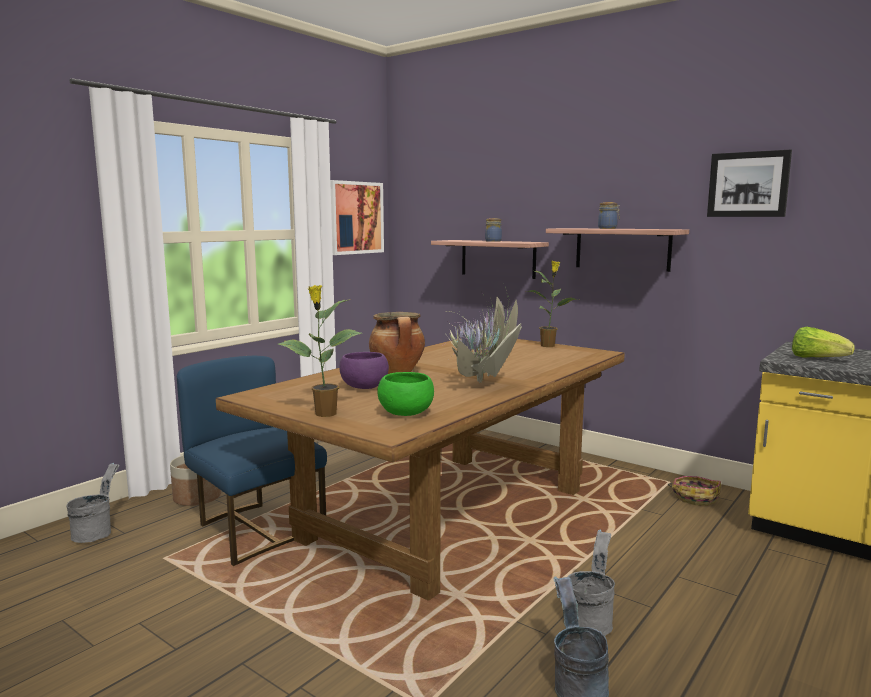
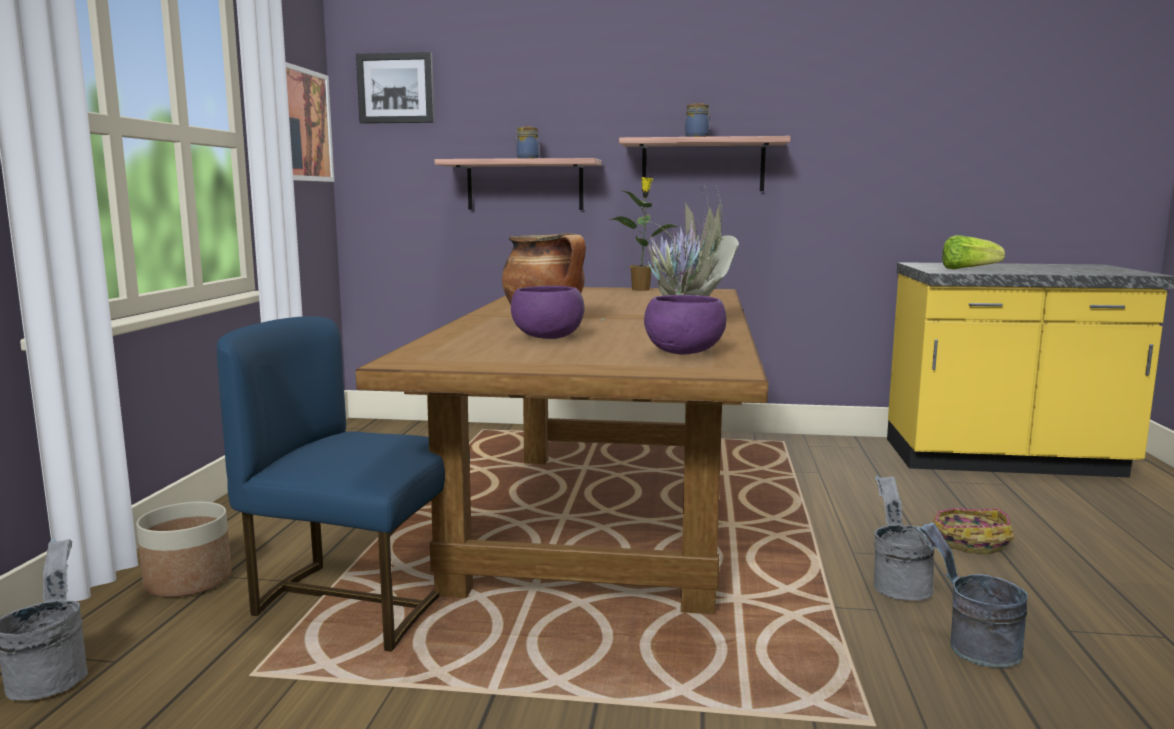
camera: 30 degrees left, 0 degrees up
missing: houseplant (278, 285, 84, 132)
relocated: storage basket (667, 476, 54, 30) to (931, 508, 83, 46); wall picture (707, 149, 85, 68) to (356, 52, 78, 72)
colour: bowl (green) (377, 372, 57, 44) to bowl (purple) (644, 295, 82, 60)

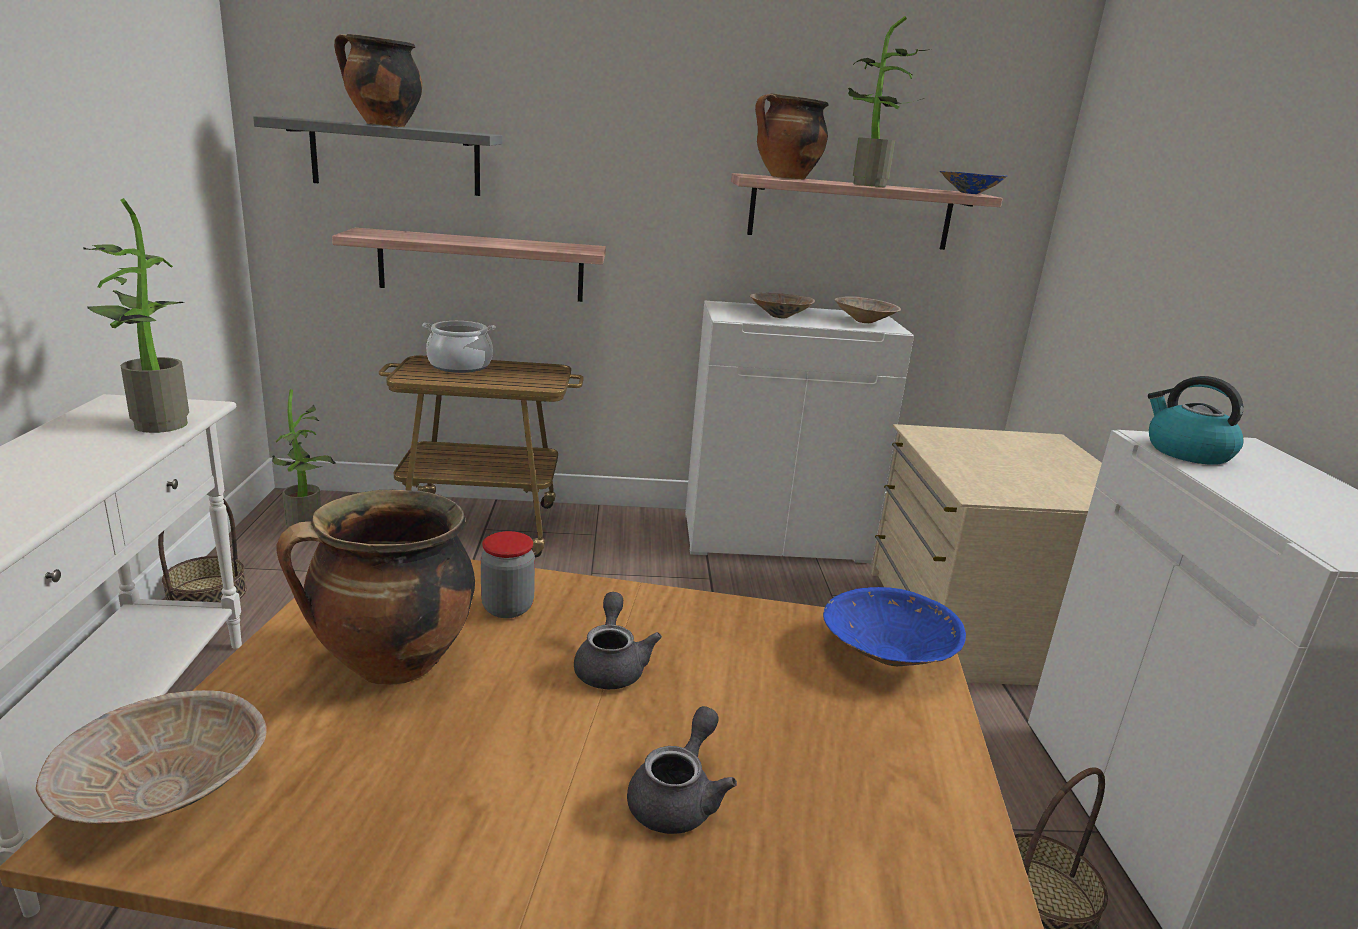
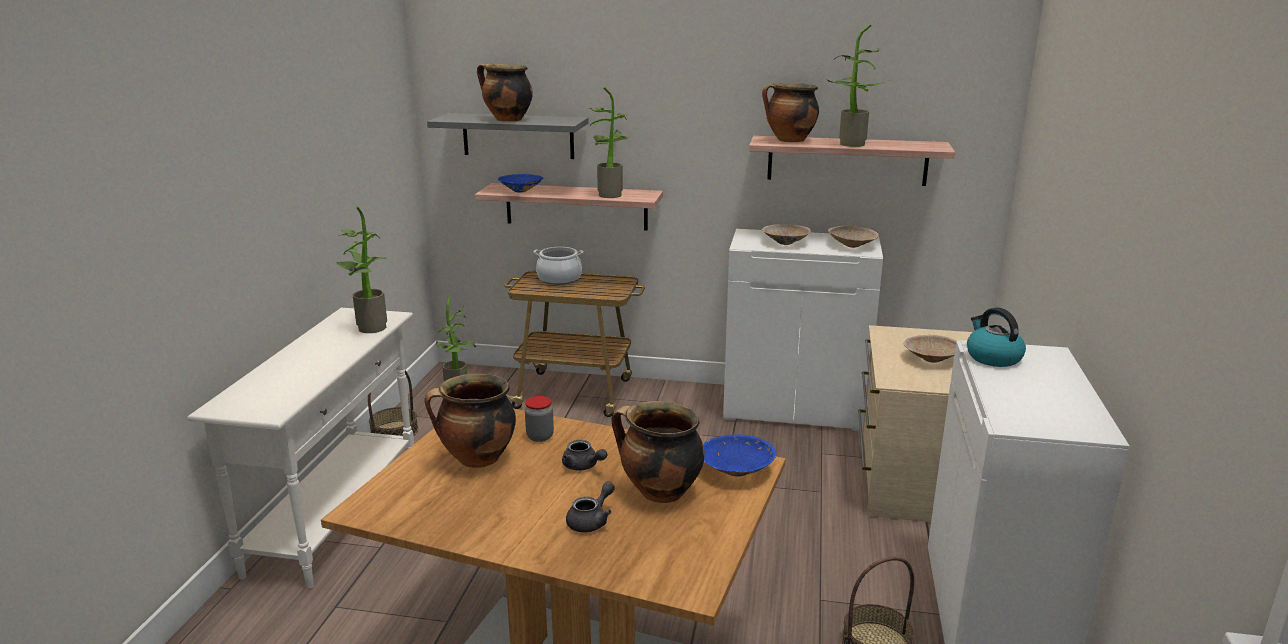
camera: 15 degrees right, 0 degrees up
appeared: houseplant (581, 87, 48, 111); cooking pot (611, 401, 94, 102)
relocated: bowl (sand-coloured) (36, 690, 231, 134) to (904, 335, 52, 28); bowl (bluish) (939, 171, 68, 23) to (498, 174, 45, 19)
spun: tea pot (gray) (574, 592, 88, 98) = (562, 440, 45, 31) 120 degrees clockwise

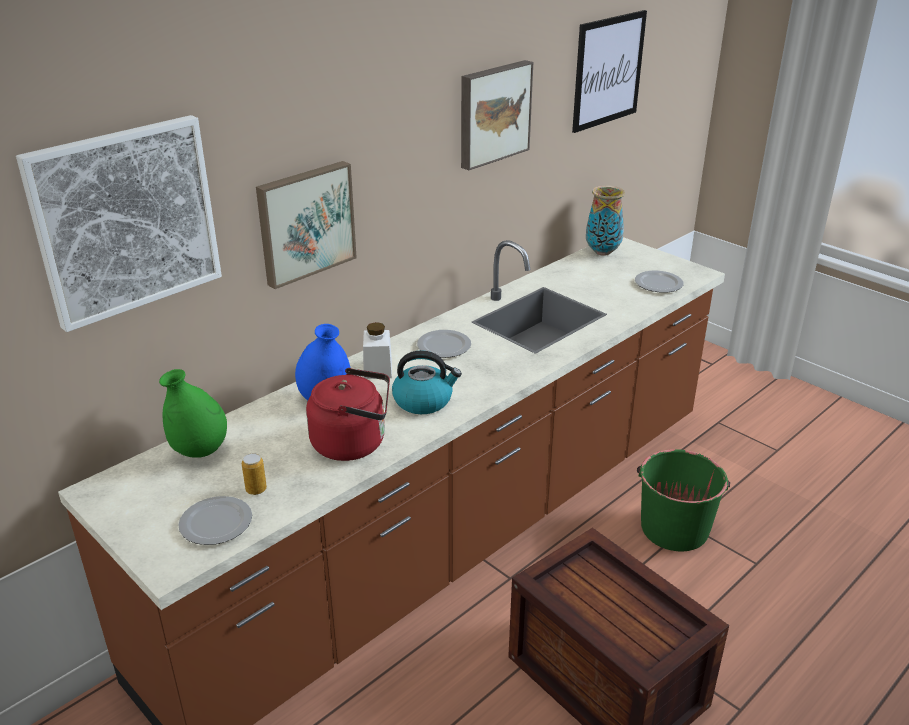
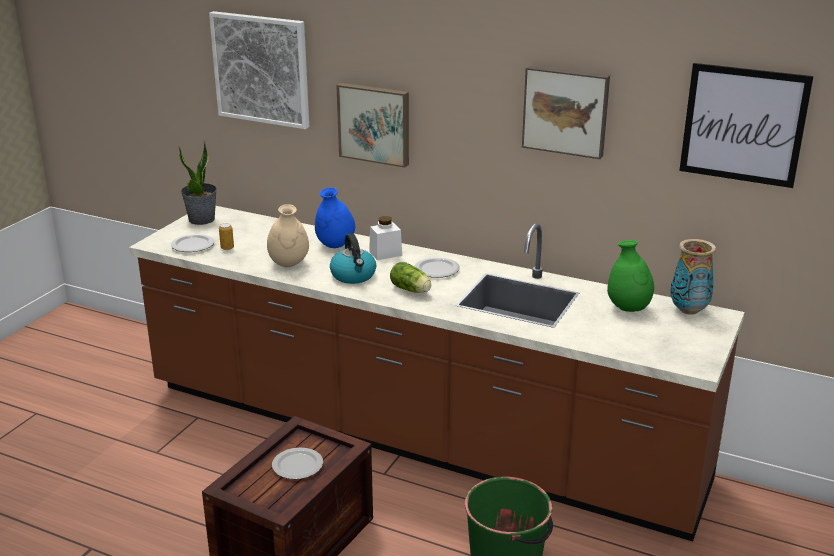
camera: 70 degrees right, 5 degrees down
appeared: houseplant (179, 141, 38, 84); lettuce (390, 262, 41, 31)
relocated: decorative vase (green) (159, 369, 68, 89) to (607, 240, 47, 72); dinner plate (635, 270, 48, 23) to (272, 448, 51, 31)
exchanged: tea kettle (red) (306, 368, 84, 93) to decorative vase (sand-coloured) (267, 204, 42, 63)

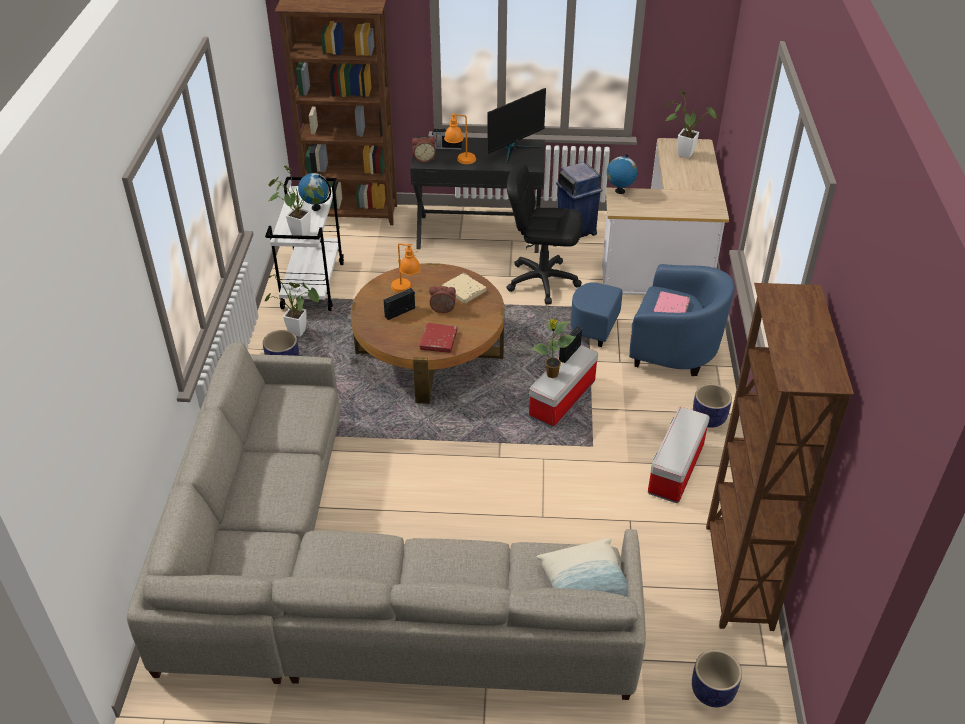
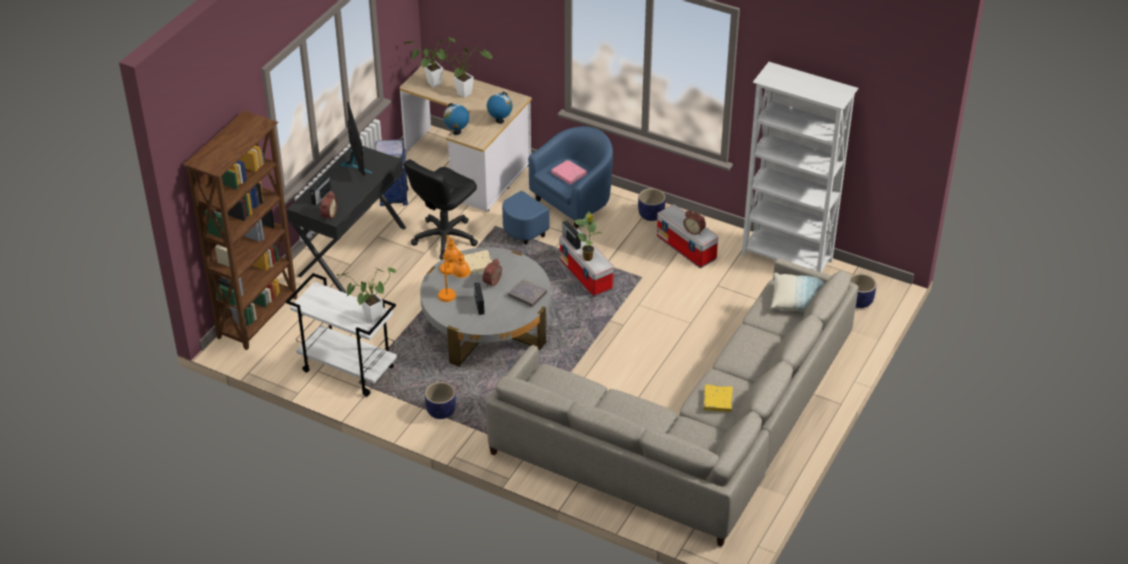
camera: 65 degrees left, 0 degrees up
appeared: bedside clock (683, 211, 23, 24); book (yellowish) (703, 385, 30, 27)
relocated: houseplant (265, 274, 54, 63) to (441, 47, 51, 51); world globe (298, 173, 33, 38) to (487, 91, 25, 33); table lamp (orange) (444, 113, 32, 51) to (440, 235, 19, 40)
colour: low table (brown-coloured) (351, 263, 154, 141) to low table (gray) (420, 247, 131, 120); book (red) (420, 323, 37, 30) to book (gray) (508, 279, 39, 28); bookshelf (brown-coloured) (706, 283, 148, 348) to bookshelf (whitish) (742, 62, 117, 211)

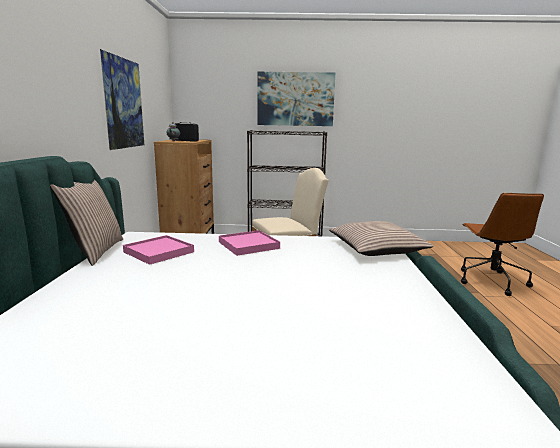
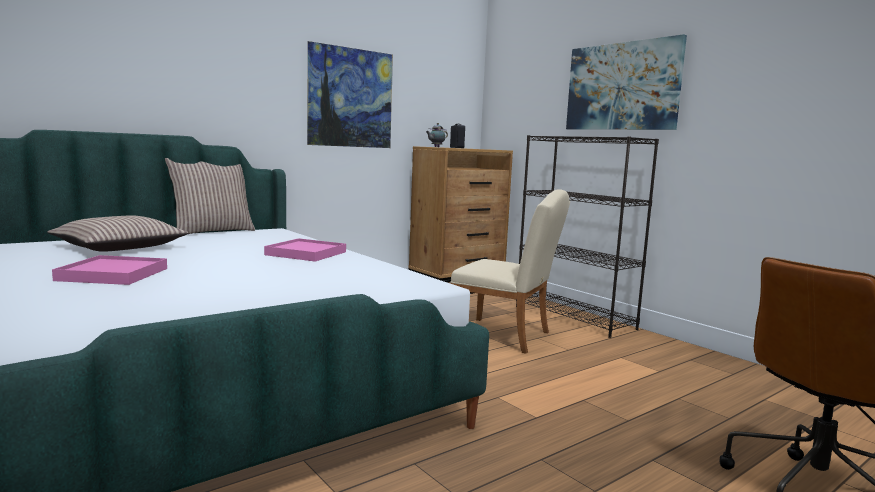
camera: 50 degrees right, 5 degrees down
relocated: carrying tray (pink-coloured) (123, 235, 71, 30) to (52, 255, 115, 30); pillow (329, 221, 105, 35) to (47, 215, 142, 37)

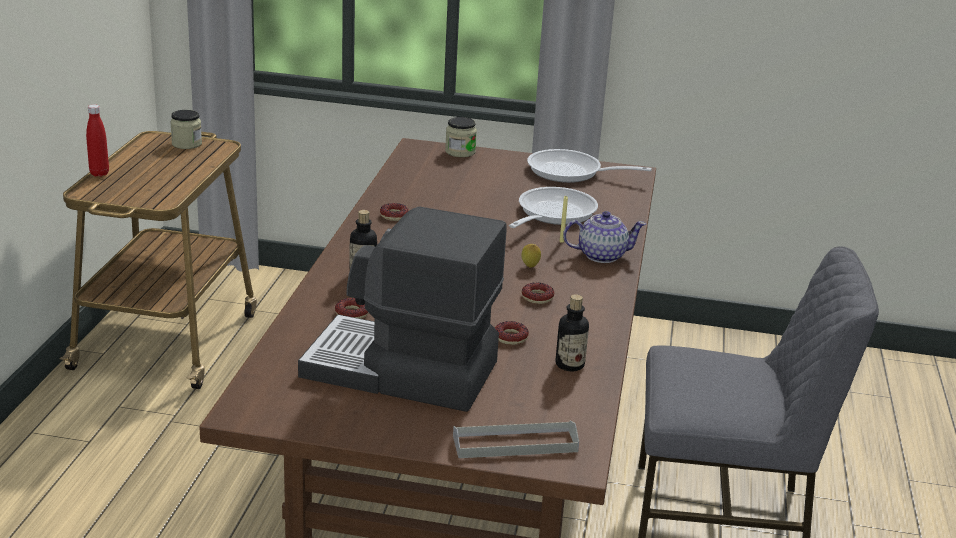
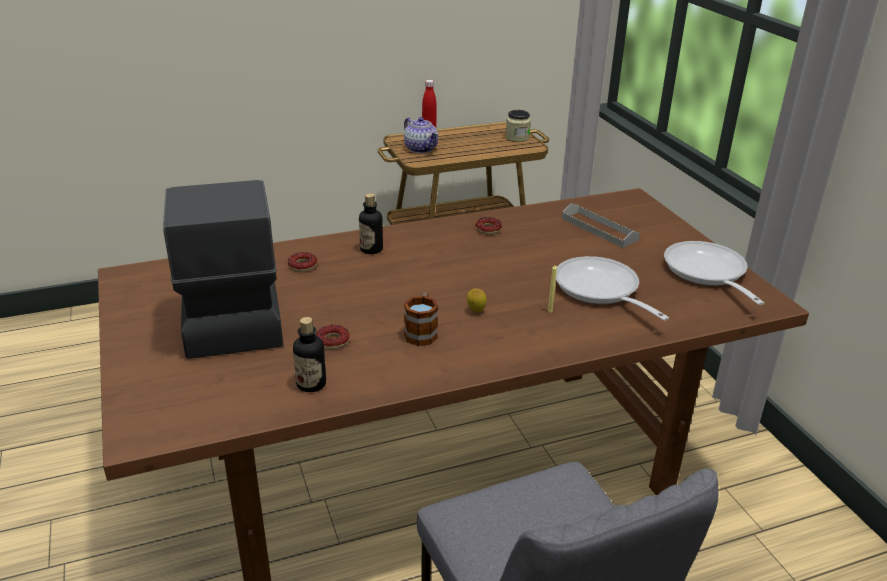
camera: 60 degrees right, 5 degrees up
missing: preserve jar (445, 117, 32, 40)
relocated: carrying tray (gray) (453, 420, 126, 38) to (562, 203, 78, 45); tea pot (563, 211, 83, 52) to (404, 117, 35, 36)
exchanged: doughnut (522, 282, 32, 22) to coffee mug (404, 292, 34, 54)
spun: frying pan (509, 187, 89, 41) = (556, 256, 113, 65) 120 degrees counterclockwise

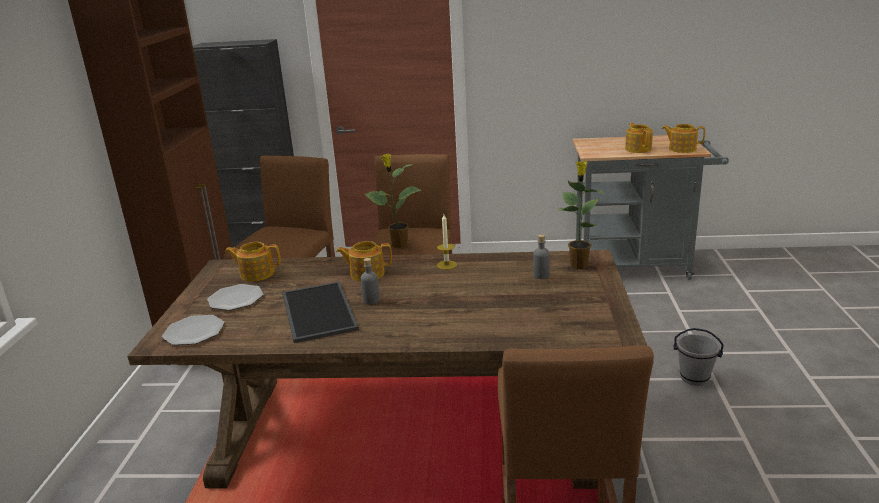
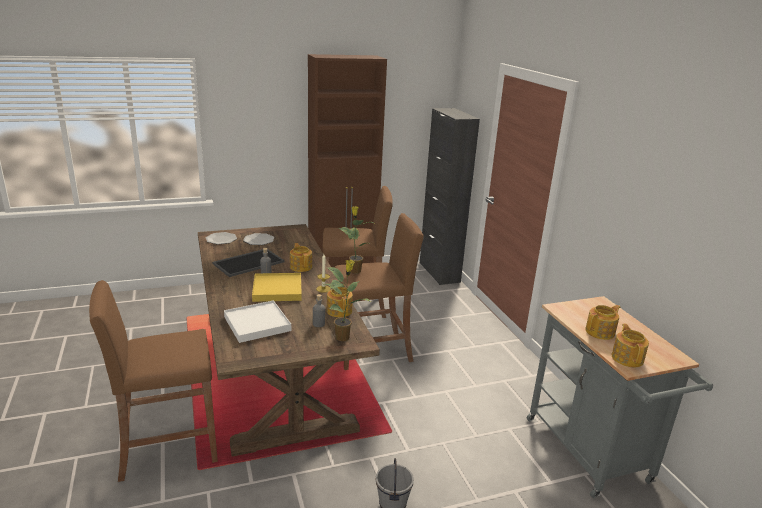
camera: 65 degrees right, 0 degrees up
appeared: carrying tray (whitish) (224, 300, 67, 43); carrying tray (yellowish) (252, 273, 50, 29)
relocated: tea pot (225, 242, 56, 40) to (327, 287, 26, 30)

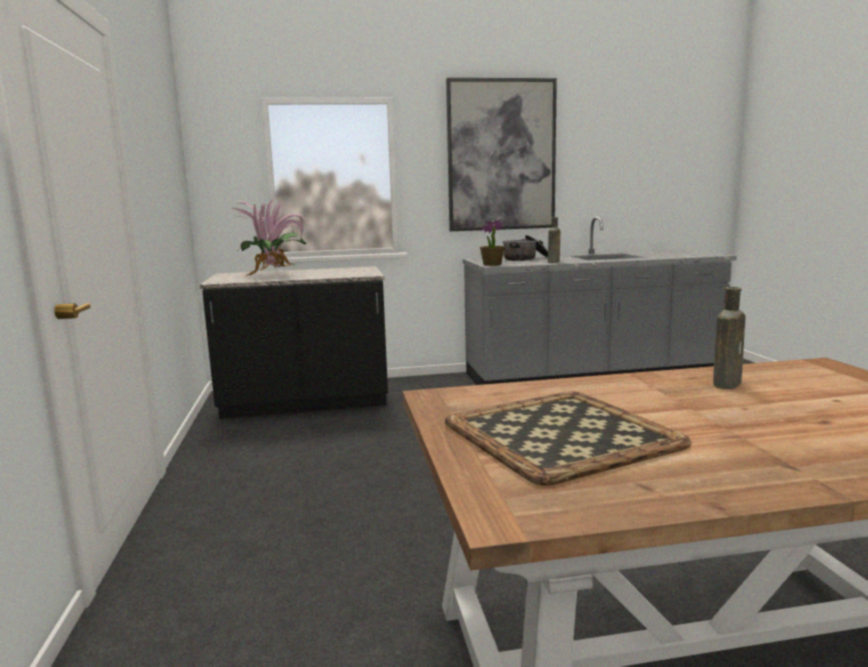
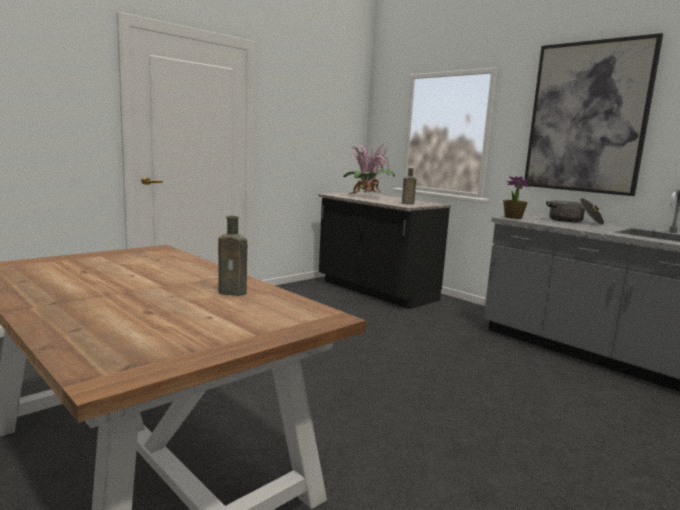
camera: 55 degrees right, 0 degrees up
missing: carrying tray (445, 392, 247, 94)
relocated: beverage bottle (brown-coloured) (548, 217, 12, 46) to (402, 168, 14, 36)

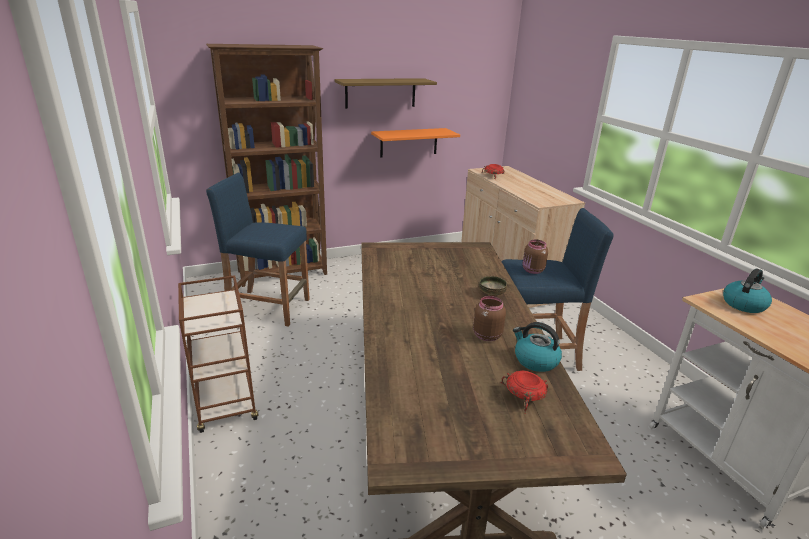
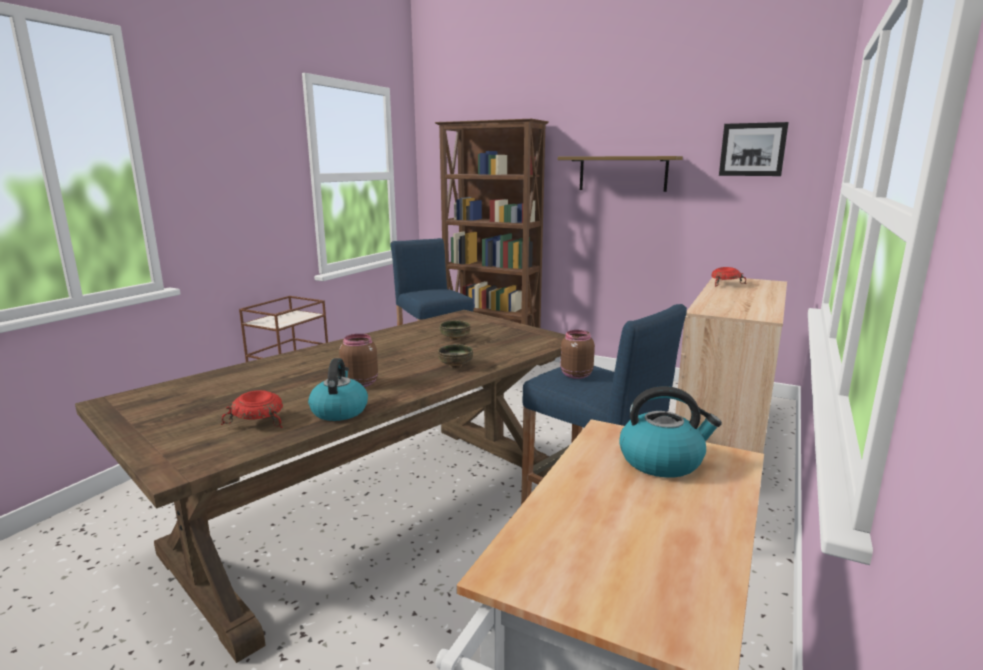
camera: 50 degrees right, 10 degrees down
missing: shelf (orange) (371, 128, 89, 30)
appeared: bowl (440, 320, 30, 20); wall picture (719, 122, 70, 54)

